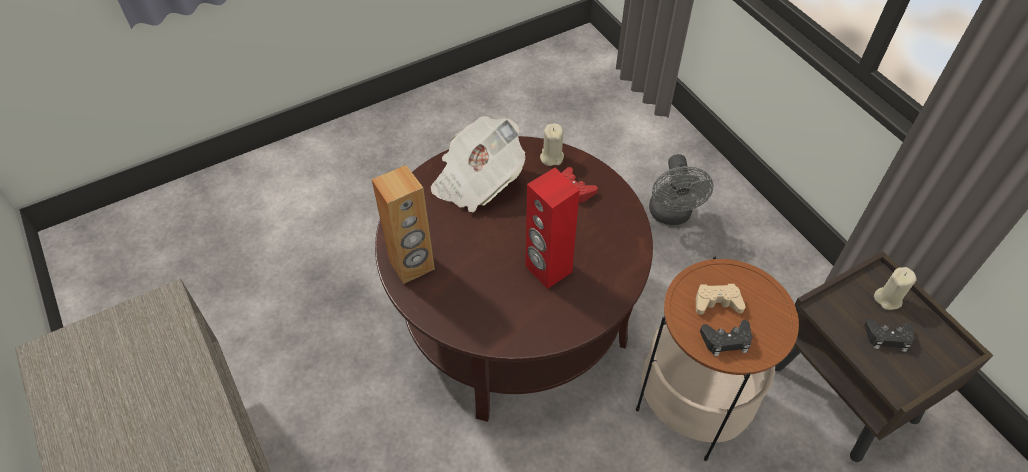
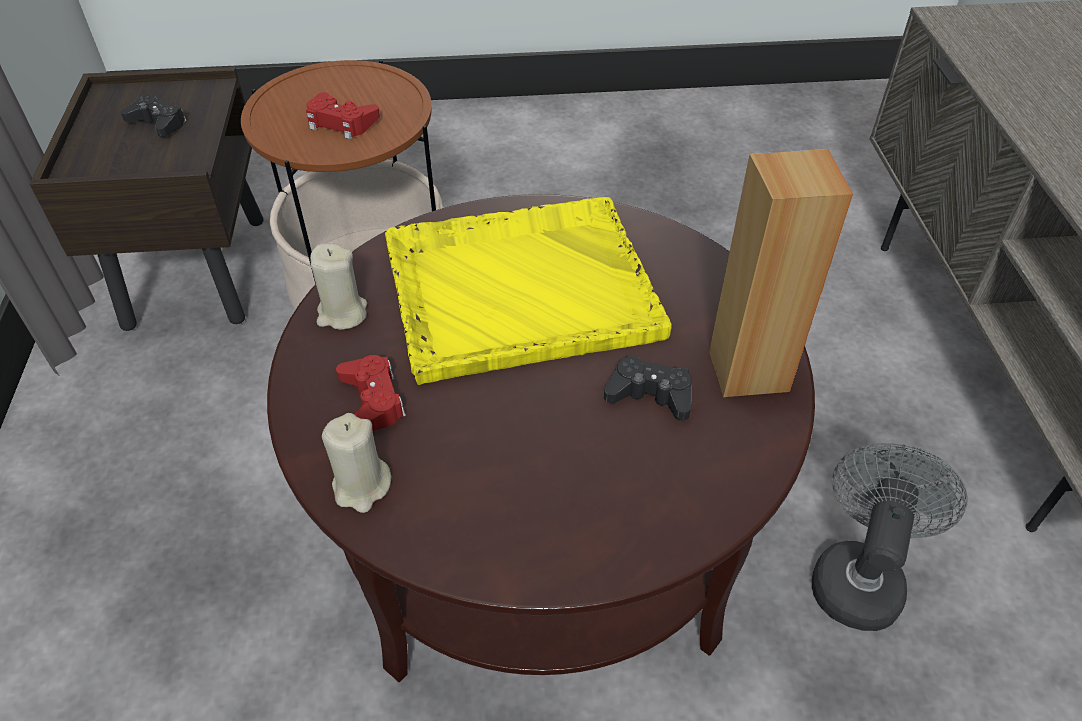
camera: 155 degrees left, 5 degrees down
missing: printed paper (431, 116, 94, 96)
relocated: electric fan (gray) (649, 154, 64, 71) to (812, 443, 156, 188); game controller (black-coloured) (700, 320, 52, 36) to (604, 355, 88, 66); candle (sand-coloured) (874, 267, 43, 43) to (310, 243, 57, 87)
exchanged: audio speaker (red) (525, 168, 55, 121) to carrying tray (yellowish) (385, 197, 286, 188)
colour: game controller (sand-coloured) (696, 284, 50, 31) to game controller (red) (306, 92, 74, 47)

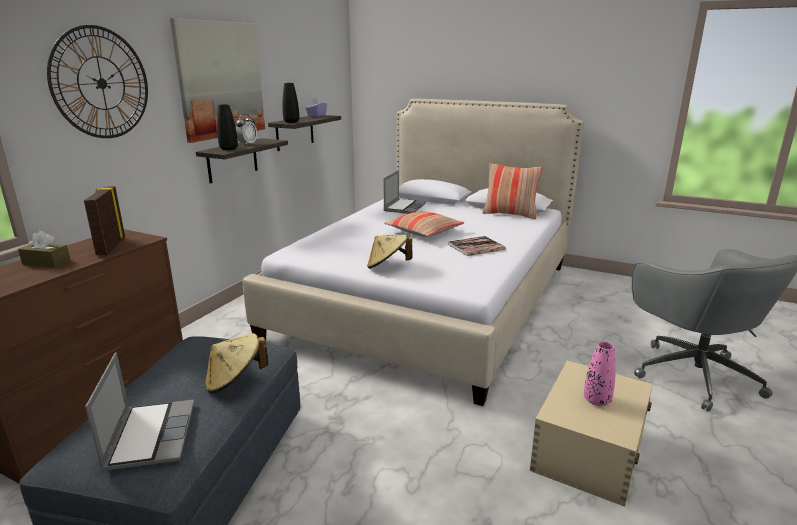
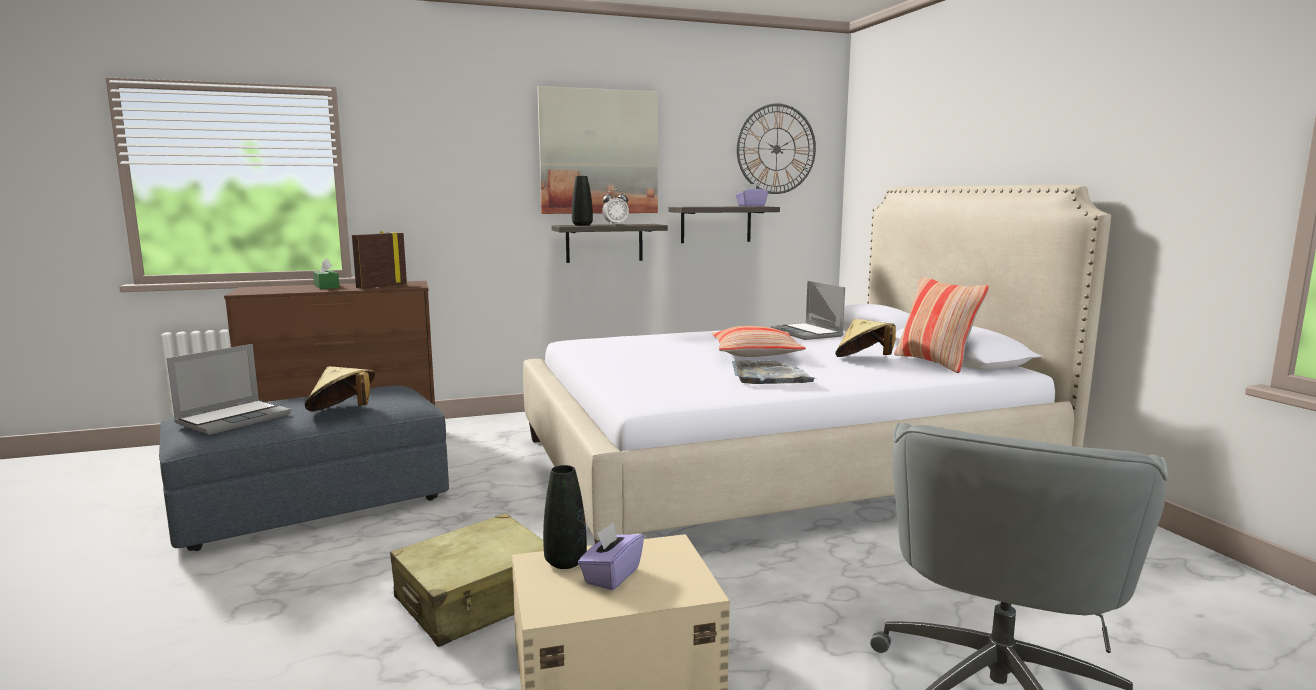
camera: 45 degrees right, 10 degrees down
appeared: piece of luggage (sand-coloured) (390, 513, 154, 134)
relocated: wall clock (47, 25, 101, 113) to (737, 104, 79, 90); decorative vase (black-coloured) (282, 83, 17, 40) to (543, 465, 44, 104); hat (sand-coloured) (367, 235, 45, 34) to (835, 319, 61, 38)
exchanged: book (448, 236, 58, 20) to carrying tray (gray) (732, 360, 83, 24); decorative vase (pink-coloured) (584, 342, 32, 64) to tissue holder (purple) (578, 522, 66, 68)
colour: tissue holder (brown-coloured) (18, 231, 52, 36) to tissue holder (green) (313, 258, 27, 31)
spun: notebook computer (383, 170, 43, 44) = (770, 281, 75, 59) 90 degrees clockwise

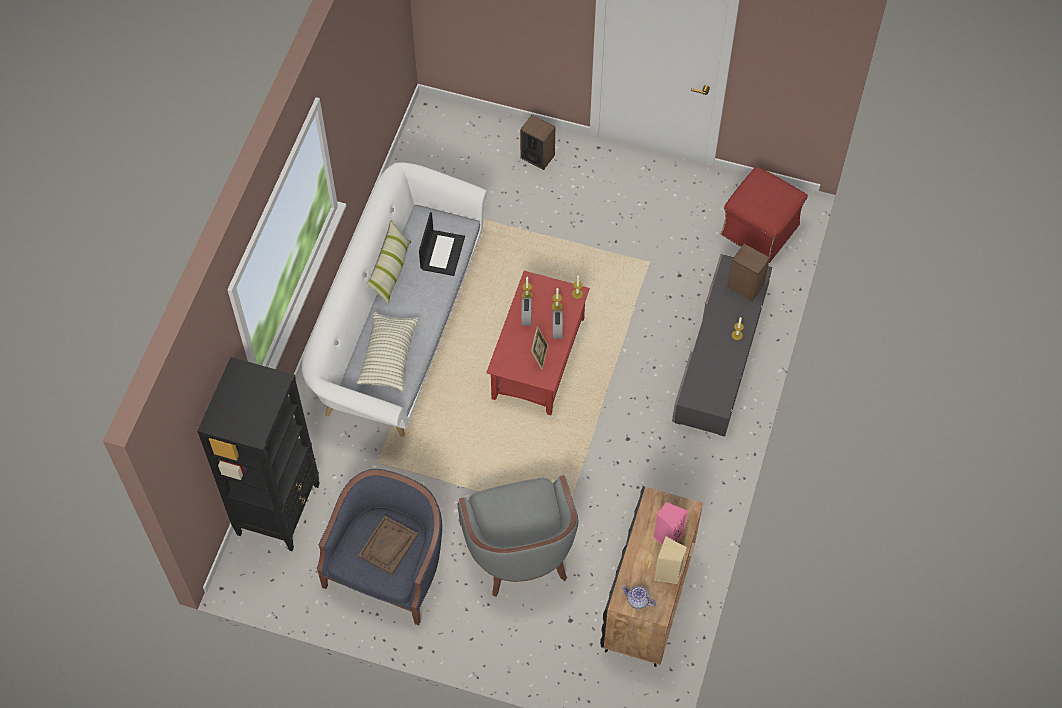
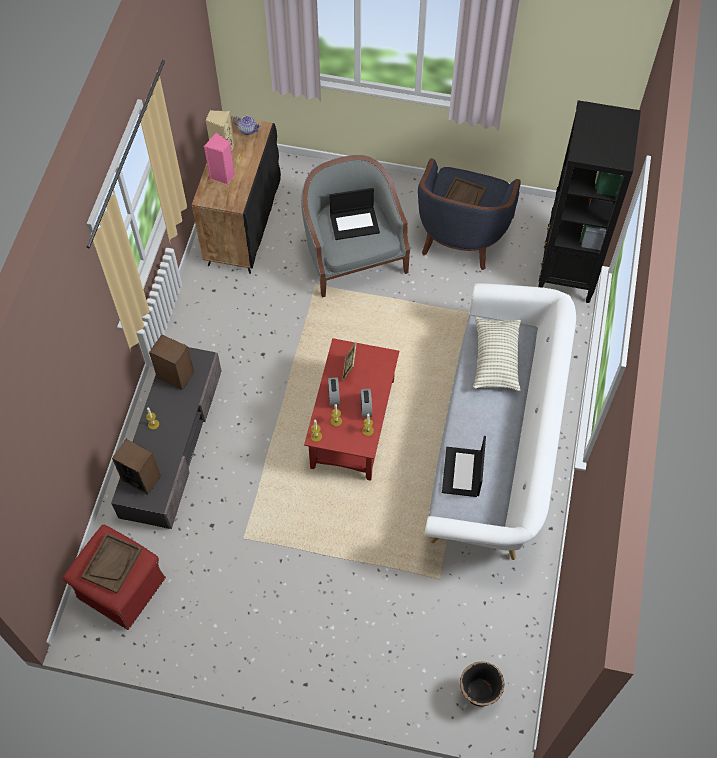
camera: 175 degrees right, 0 degrees up
missing: pillow (366, 220, 45, 86)
appeared: carrying tray (brown-coloured) (81, 533, 61, 61); notebook computer (329, 188, 51, 52); plant pot (black-coloured) (460, 662, 44, 45)
relocated: audio speaker (520, 115, 35, 55) to (149, 334, 45, 56)

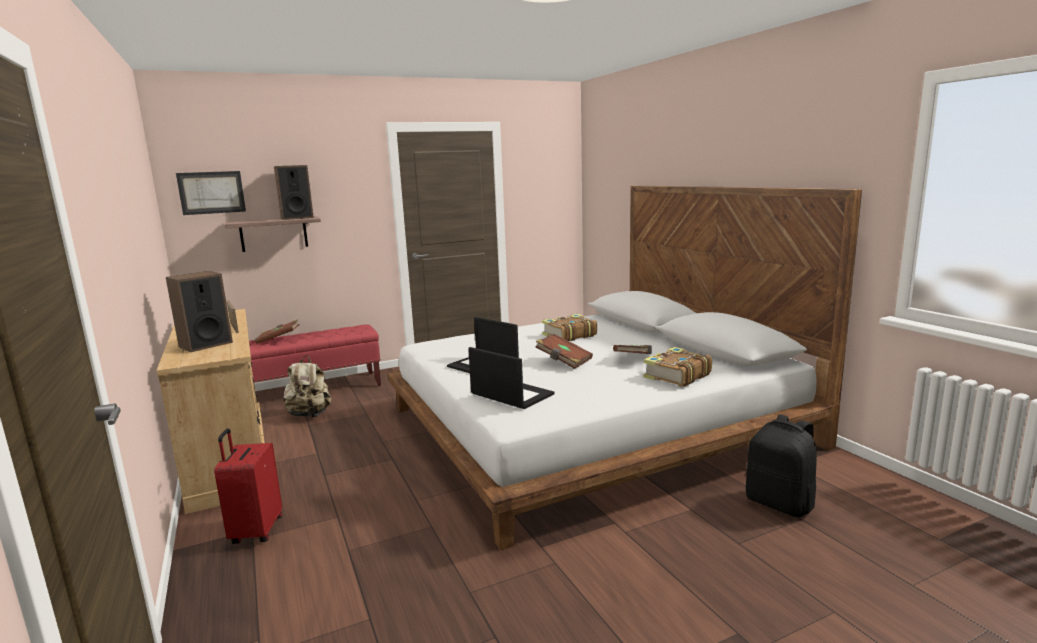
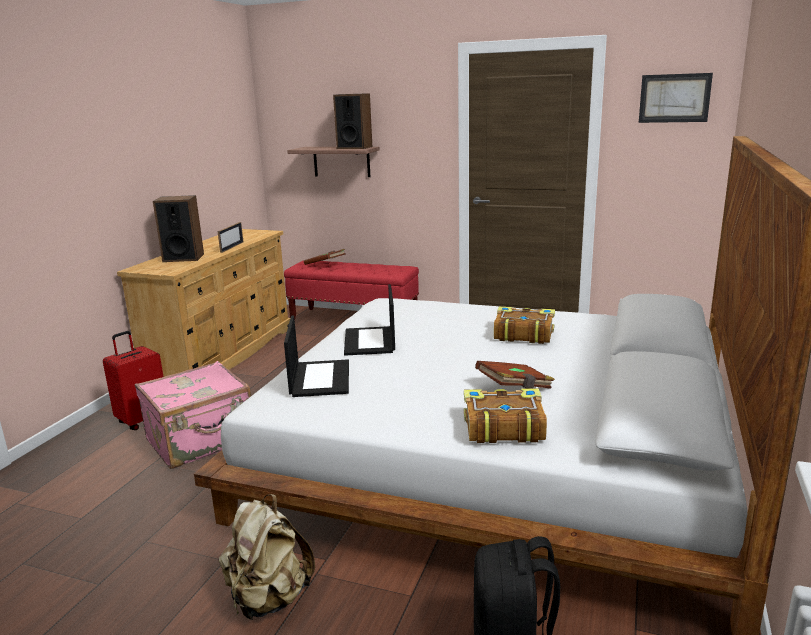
camera: 45 degrees right, 5 degrees up
missing: book (brown-coloured) (535, 334, 58, 35)
appeared: piece of luggage (pink-coloured) (135, 361, 116, 108)
relocated: wall picture (176, 171, 70, 44) to (639, 73, 74, 50); knapsack (sand-coloured) (283, 355, 48, 63) to (219, 494, 96, 126)

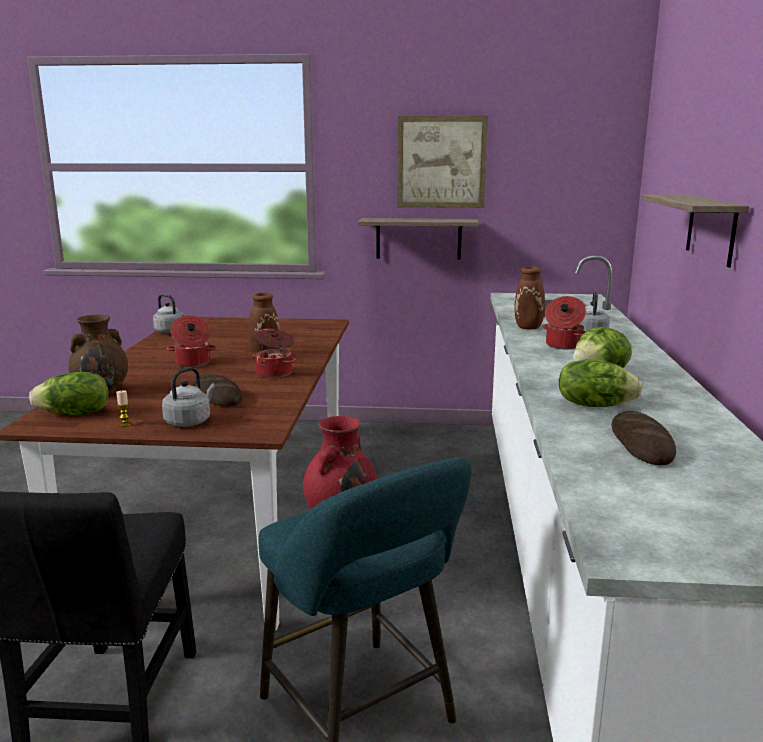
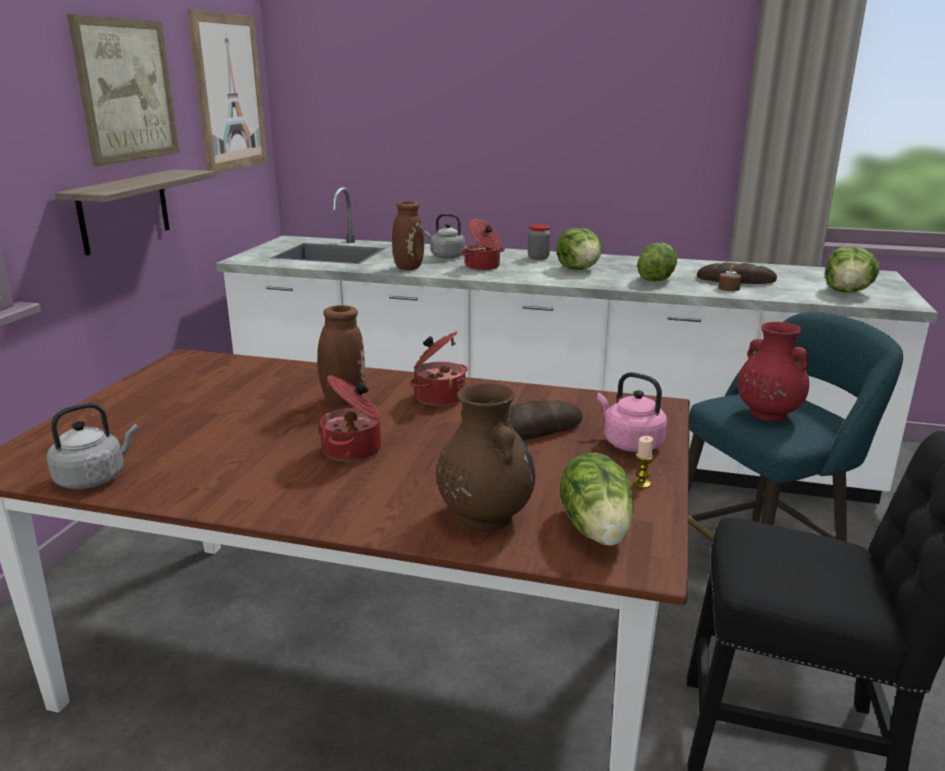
camera: 80 degrees left, 5 degrees up
missing: shelf (642, 194, 107, 74)
appeared: wall picture (187, 9, 81, 165); preserve jar (528, 224, 23, 36); candle (brown-coloured) (718, 264, 24, 27); lettuce (825, 246, 54, 47)
colour: tea kettle (gray) (162, 367, 53, 60) to tea kettle (pink-coloured) (597, 372, 70, 80)

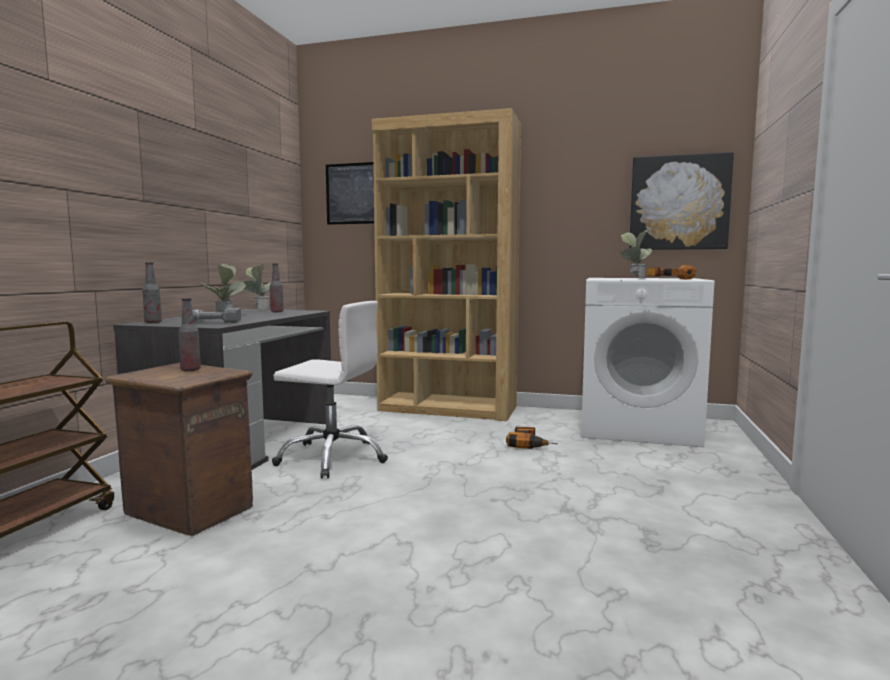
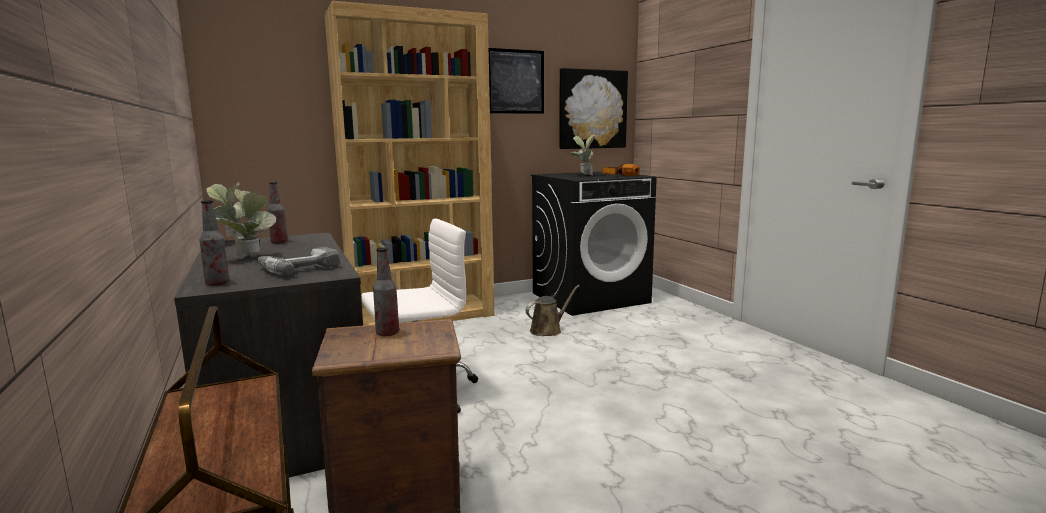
camera: 40 degrees left, 5 degrees up
relocated: wall picture (326, 162, 48, 63) to (489, 48, 55, 66)
exchanged: electric drill (506, 427, 52, 22) to sprinkling can (brown-coloured) (525, 285, 55, 51)
colour: laundry machine (whitish) (581, 278, 133, 169) to laundry machine (black-coloured) (531, 172, 126, 144)

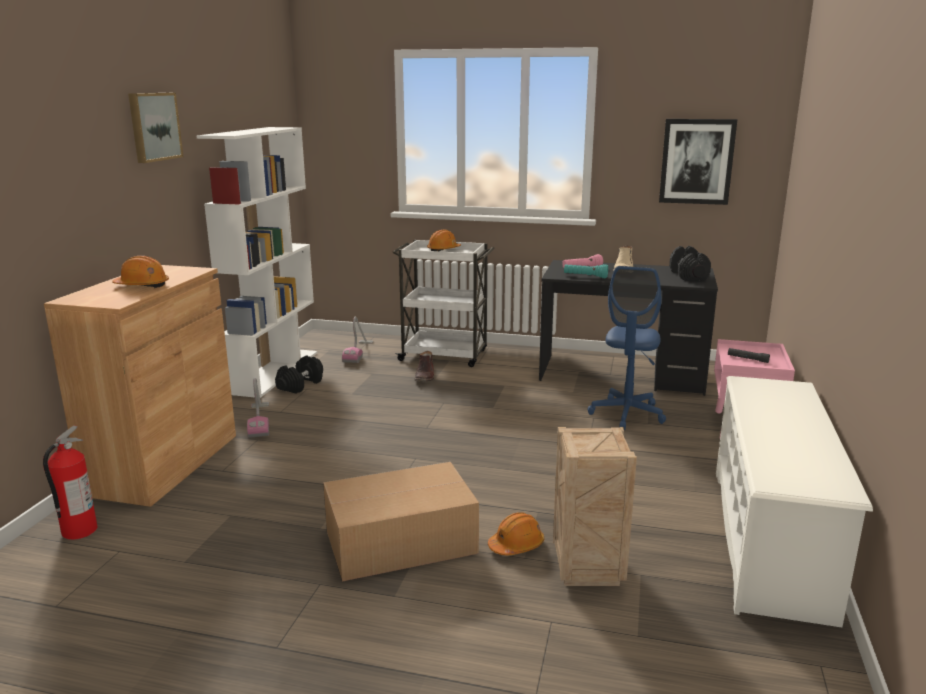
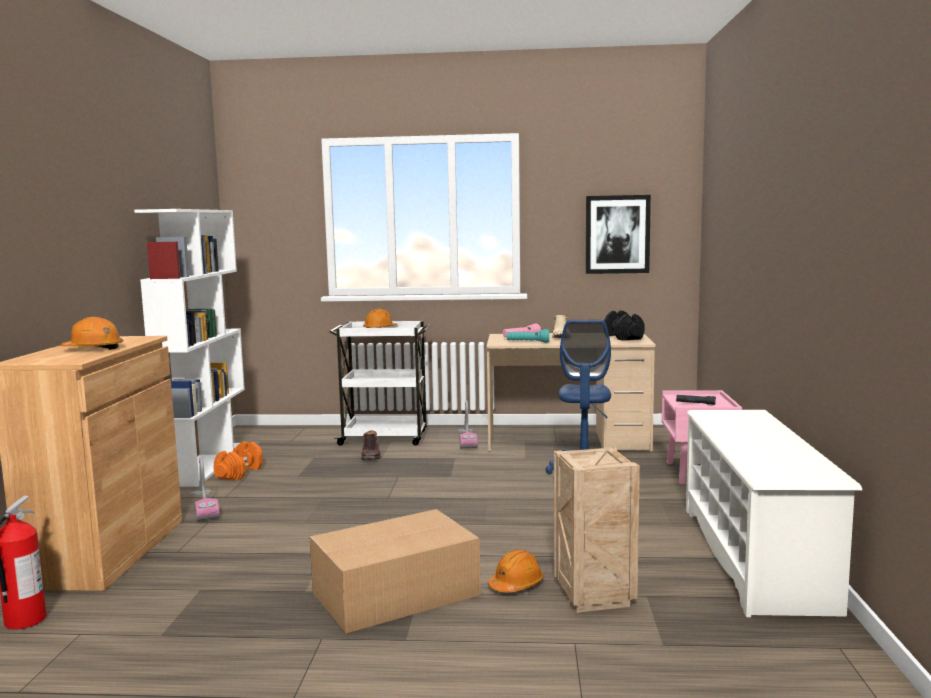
camera: 10 degrees left, 10 degrees down
missing: wall picture (128, 93, 56, 70)
relocated: hoover (342, 317, 31, 46) to (458, 400, 20, 49)
colour: free weight (black-coloured) (275, 355, 48, 39) to free weight (orange) (213, 441, 50, 39); desk (black-coloured) (539, 260, 179, 136) to desk (sand-coloured) (487, 333, 169, 119)

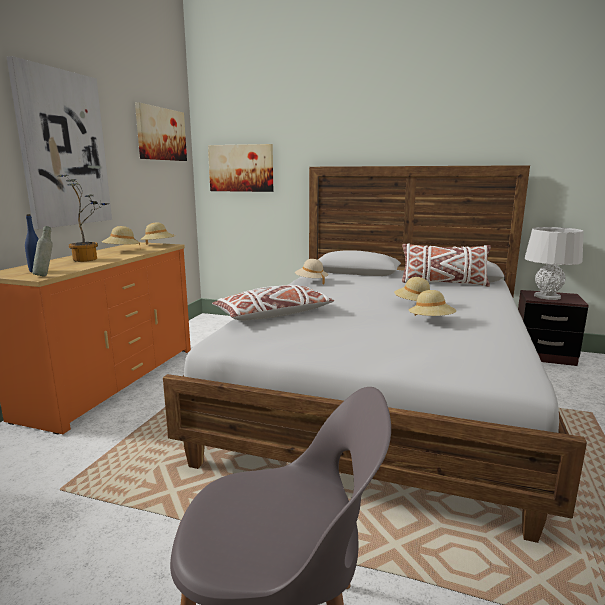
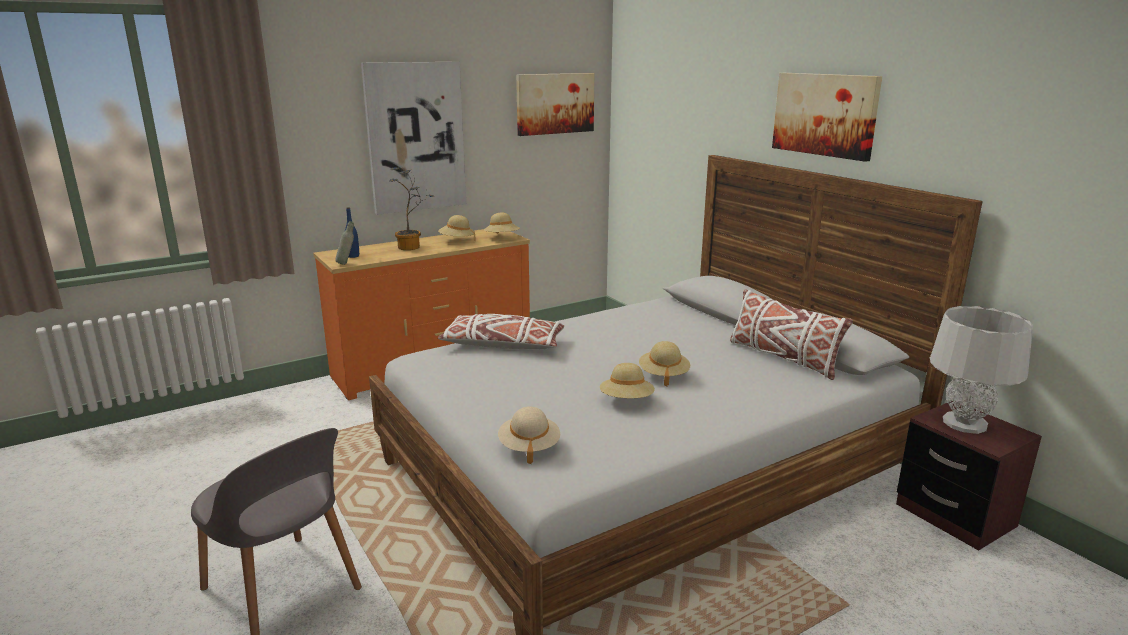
camera: 40 degrees right, 5 degrees up
relocated: wall picture (208, 144, 65, 48) to (772, 73, 110, 89); hat (sand-coloured) (295, 259, 33, 25) to (498, 407, 62, 57)

